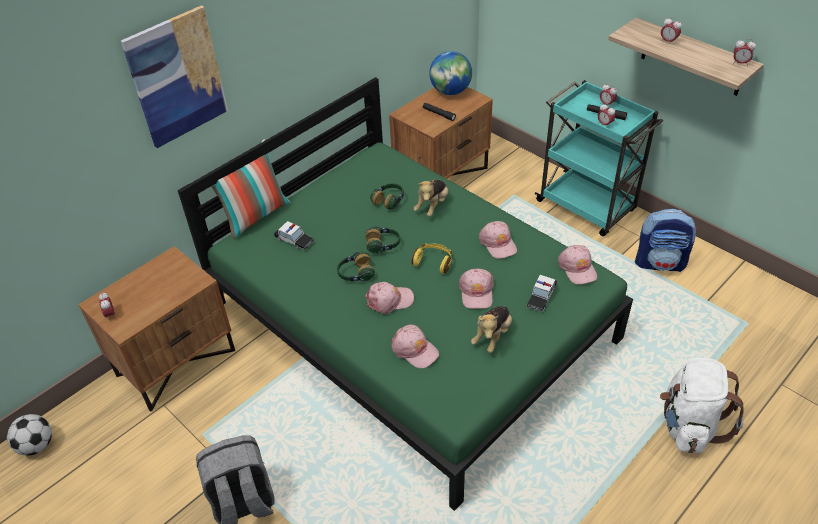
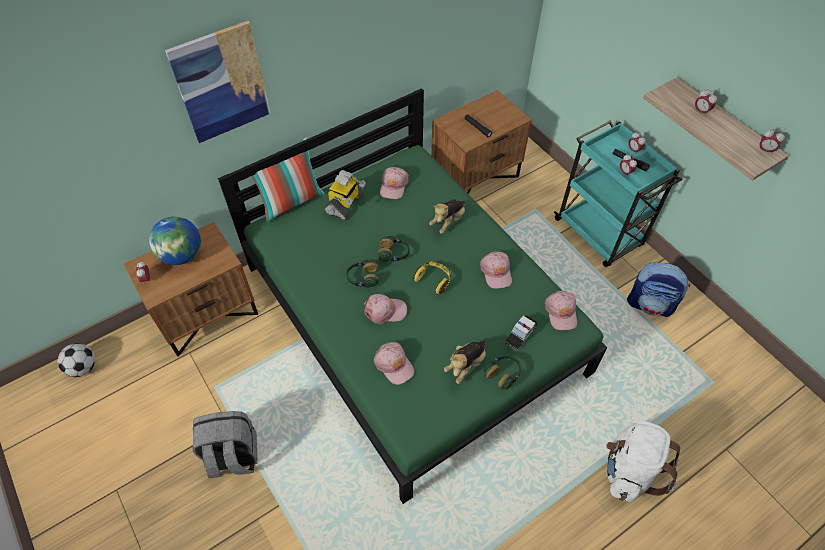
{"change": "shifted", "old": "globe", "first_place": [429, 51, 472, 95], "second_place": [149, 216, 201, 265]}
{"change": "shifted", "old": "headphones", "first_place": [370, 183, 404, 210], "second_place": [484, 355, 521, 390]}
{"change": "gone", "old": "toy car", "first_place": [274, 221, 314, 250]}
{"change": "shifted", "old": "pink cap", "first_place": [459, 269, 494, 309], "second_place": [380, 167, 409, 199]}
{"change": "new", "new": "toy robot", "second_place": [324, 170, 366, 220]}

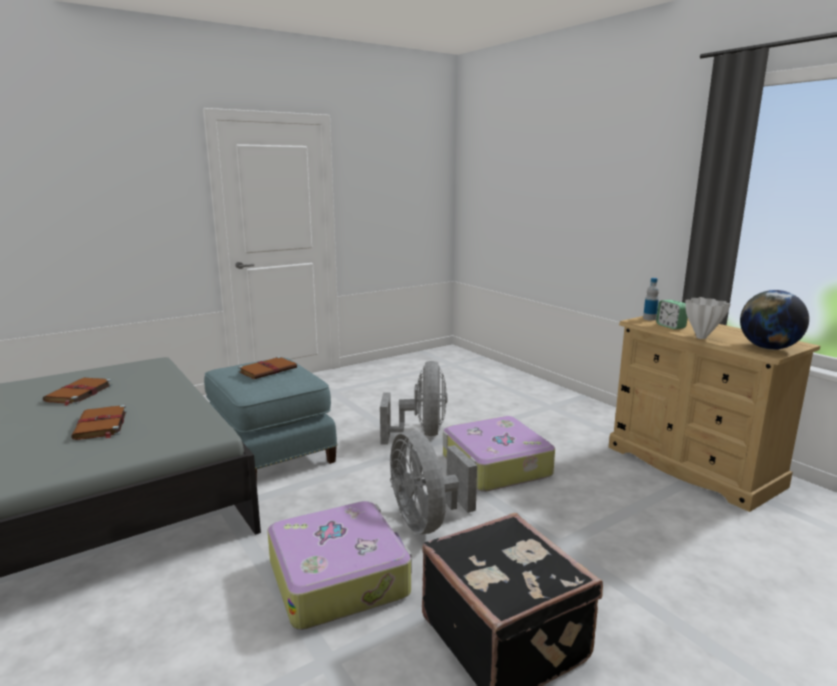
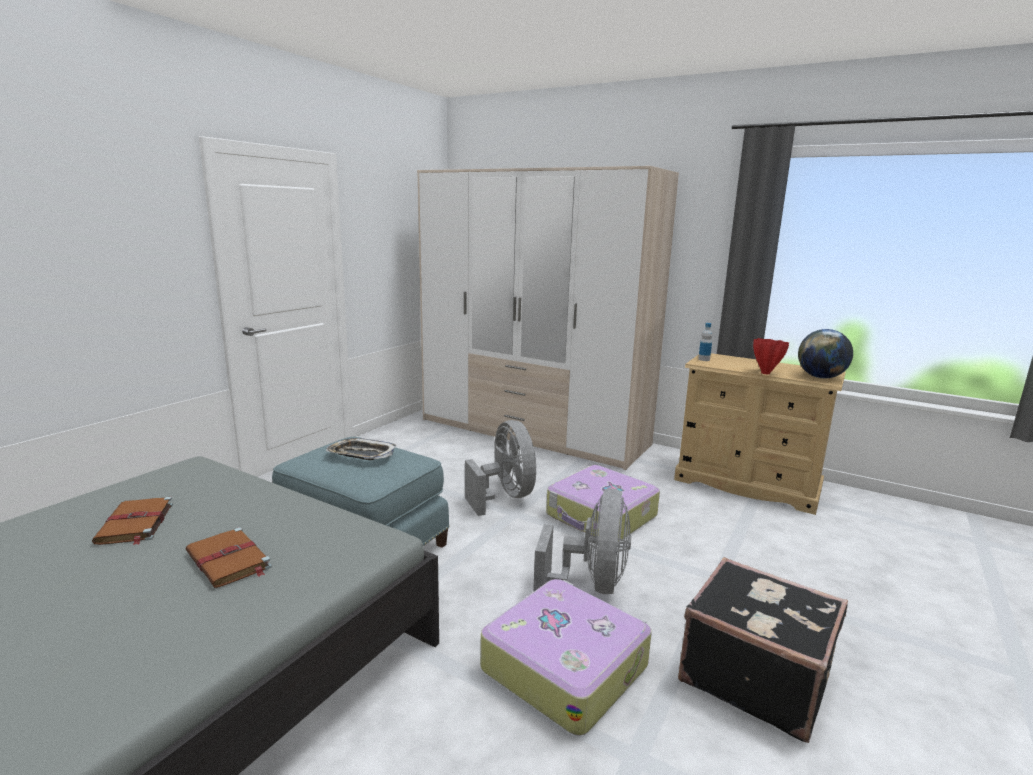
{"change": "repainted", "old": "white vase", "new": "red vase", "first_place": [686, 297, 731, 339], "second_place": [753, 338, 789, 374]}
{"change": "gone", "old": "alarm clock", "first_place": [656, 300, 688, 329]}
{"change": "swapped", "old": "brown book", "new": "tray", "first_place": [238, 356, 297, 379], "second_place": [326, 438, 396, 460]}
{"change": "rotated", "old": "grey fan", "first_place": [390, 430, 477, 534], "second_place": [533, 488, 631, 594], "degrees": -120}
{"change": "new", "new": "wardrobe", "second_place": [417, 166, 679, 470]}

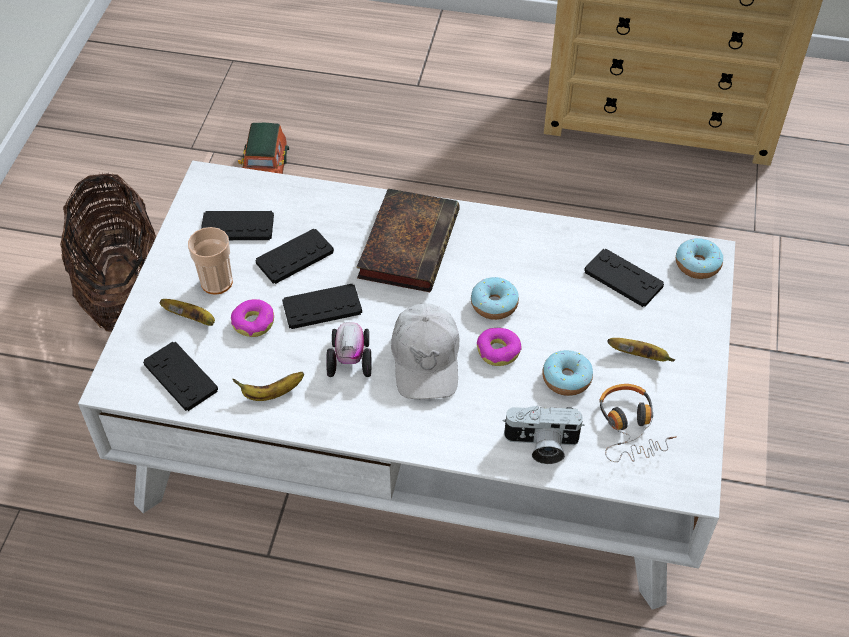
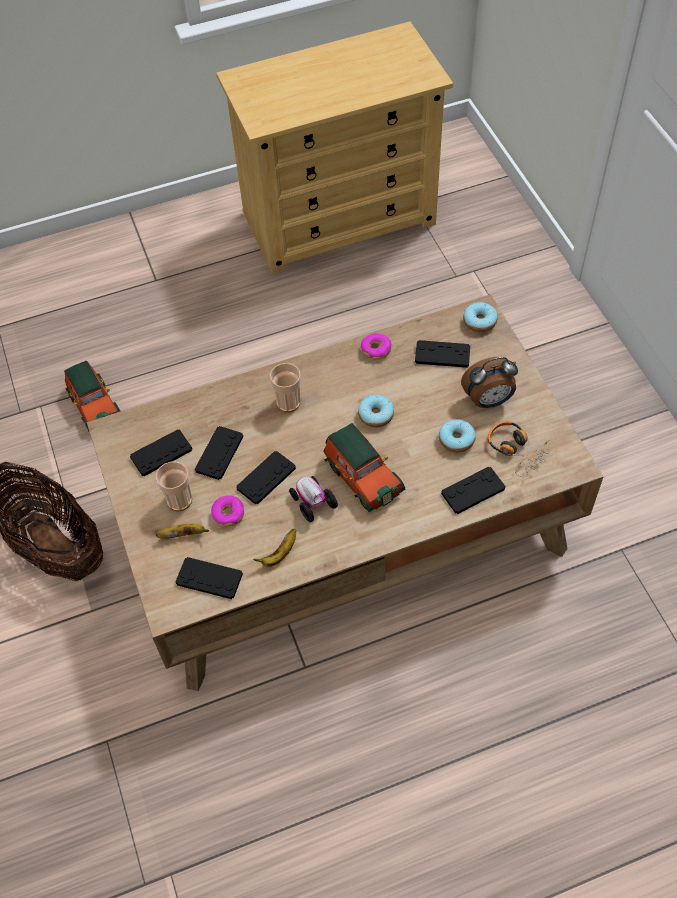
{"change": "repainted", "old": "white coffee table", "new": "brown coffee table", "first_place": [78, 161, 735, 610], "second_place": [87, 294, 604, 691]}
{"change": "swapped", "old": "book", "new": "cup", "first_place": [357, 189, 460, 292], "second_place": [270, 363, 301, 413]}
{"change": "swapped", "old": "white cap", "new": "toy car", "first_place": [391, 303, 459, 399], "second_place": [324, 423, 406, 512]}
{"change": "shifted", "old": "donut", "first_place": [477, 328, 522, 366], "second_place": [361, 333, 391, 360]}
{"change": "swapped", "old": "banana", "new": "alarm clock", "first_place": [608, 338, 675, 362], "second_place": [461, 357, 518, 408]}
{"change": "swapped", "old": "photo camera", "new": "black game controller", "first_place": [502, 406, 584, 464], "second_place": [441, 467, 505, 514]}

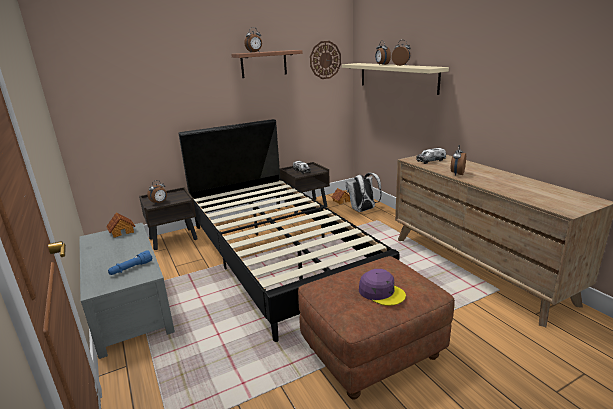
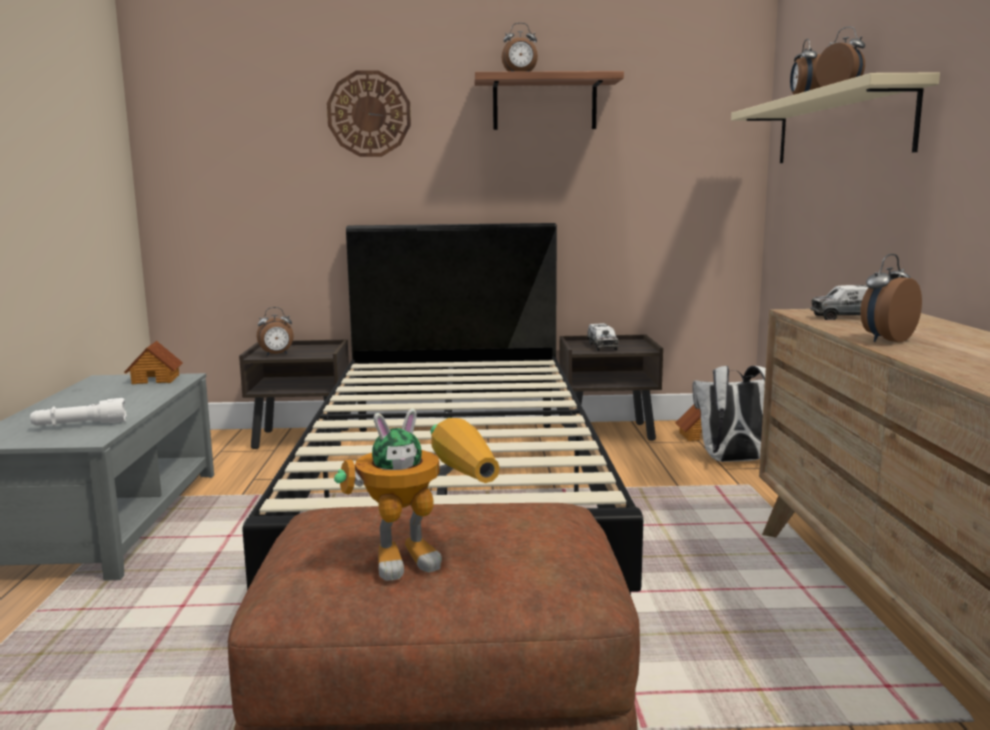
{"change": "shifted", "old": "wall clock", "first_place": [310, 41, 341, 79], "second_place": [327, 70, 411, 157]}
{"change": "repainted", "old": "blue flashlight", "new": "white flashlight", "first_place": [108, 250, 152, 275], "second_place": [30, 398, 126, 427]}
{"change": "swapped", "old": "purple cap", "new": "toy robot", "first_place": [359, 269, 406, 306], "second_place": [334, 409, 500, 581]}

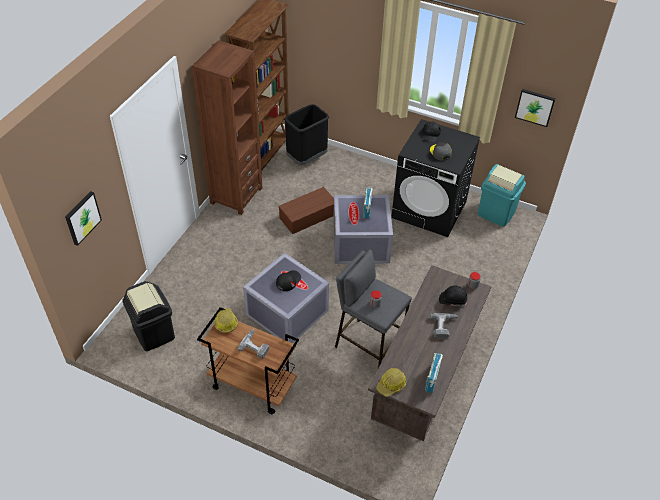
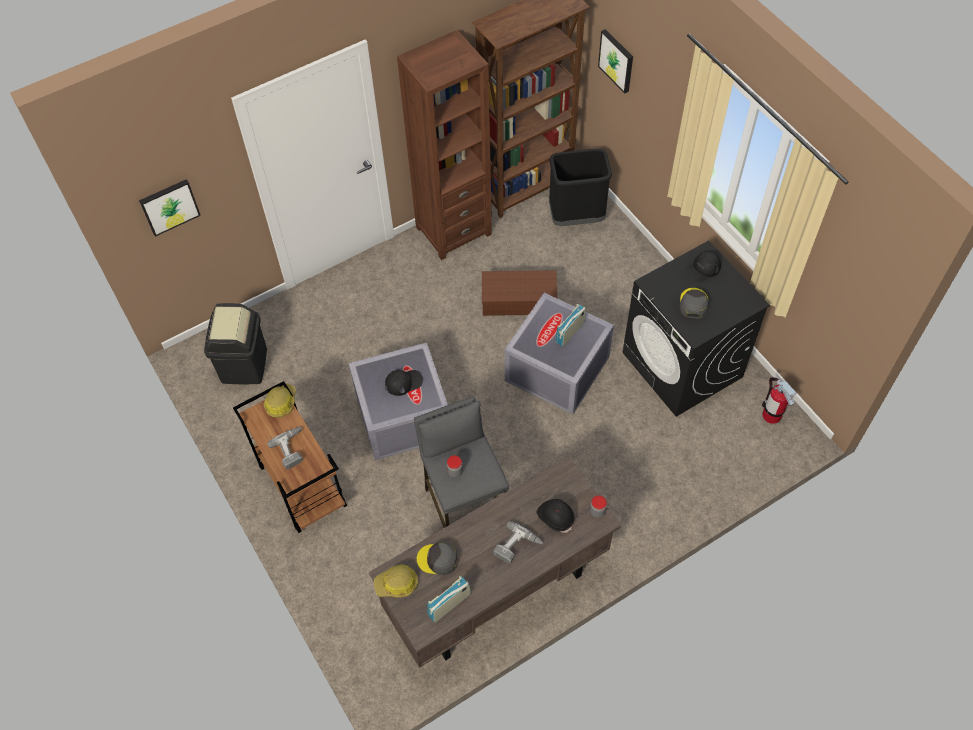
{"change": "shifted", "old": "picture", "first_place": [515, 89, 556, 127], "second_place": [598, 29, 633, 93]}
{"change": "swapped", "old": "turquoise trash can", "new": "fire extinguisher", "first_place": [478, 164, 526, 227], "second_place": [762, 377, 797, 424]}
{"change": "new", "new": "grey cap", "second_place": [417, 542, 458, 575]}

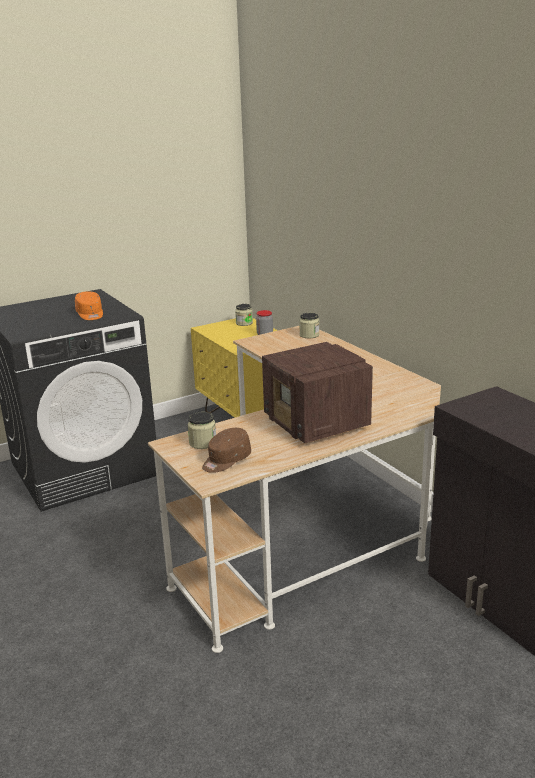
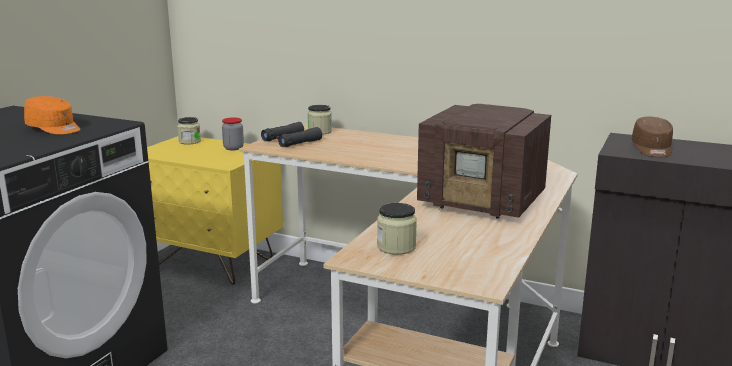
{"change": "shifted", "old": "brown cap", "first_place": [202, 428, 251, 473], "second_place": [632, 117, 673, 157]}
{"change": "new", "new": "black binoculars", "second_place": [261, 122, 322, 147]}

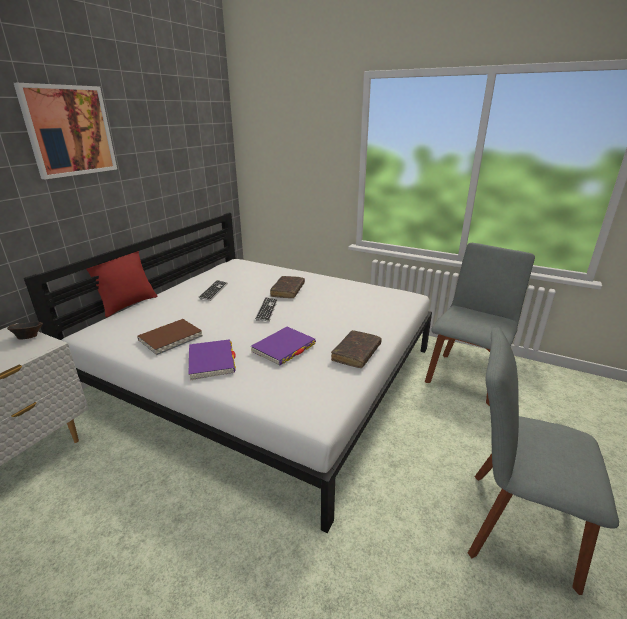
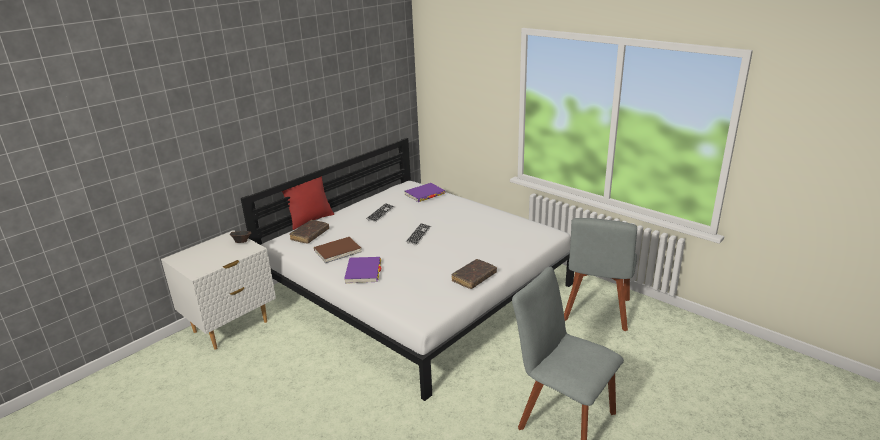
{"change": "gone", "old": "picture", "first_place": [14, 83, 117, 179]}
{"change": "rotated", "old": "grey chair", "first_place": [425, 243, 535, 406], "second_place": [564, 218, 637, 331], "degrees": 150}
{"change": "shifted", "old": "brown book", "first_place": [270, 276, 305, 298], "second_place": [289, 220, 329, 243]}
{"change": "shifted", "old": "purple book", "first_place": [251, 327, 316, 366], "second_place": [405, 183, 445, 202]}

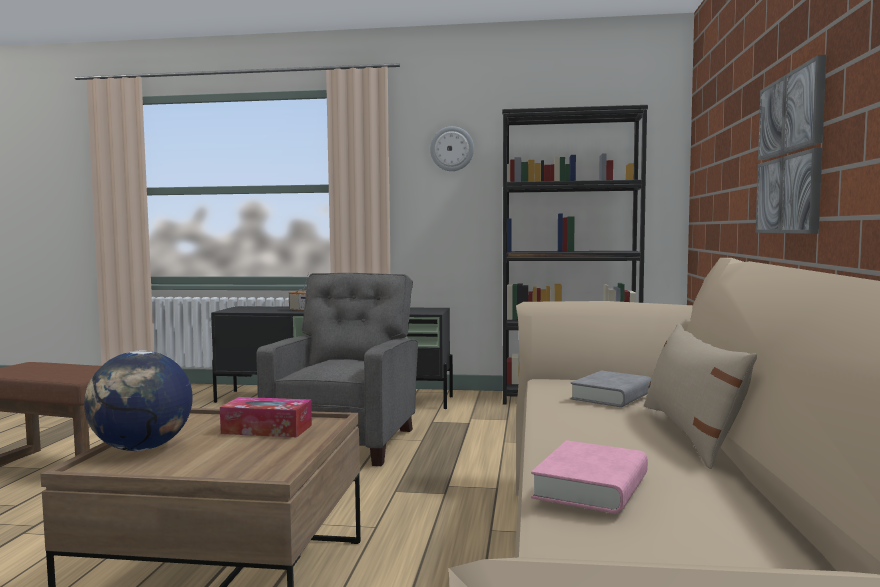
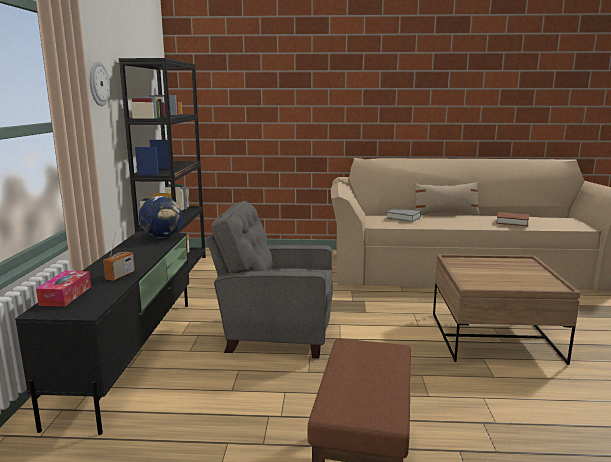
{"change": "gone", "old": "picture", "first_place": [755, 55, 826, 234]}
{"change": "shifted", "old": "globe", "first_place": [84, 350, 193, 451], "second_place": [139, 196, 182, 238]}
{"change": "shifted", "old": "tissue box", "first_place": [220, 397, 312, 437], "second_place": [36, 271, 91, 307]}
{"change": "repainted", "old": "pink book", "new": "brown book", "first_place": [531, 440, 648, 514], "second_place": [496, 212, 529, 226]}

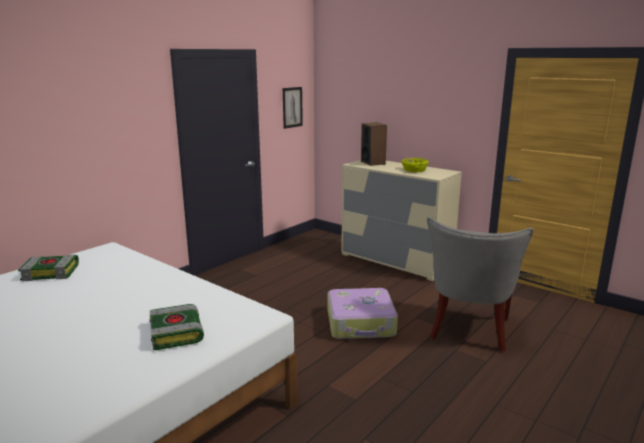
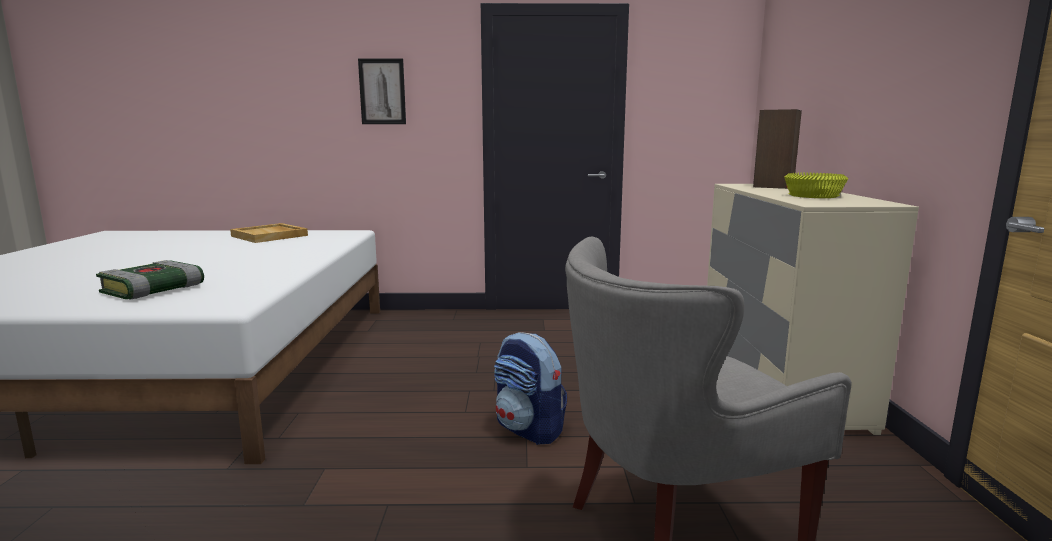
{"change": "shifted", "old": "picture", "first_place": [283, 87, 303, 129], "second_place": [358, 59, 406, 124]}
{"change": "swapped", "old": "book", "new": "beige tray", "first_place": [18, 255, 79, 282], "second_place": [230, 223, 308, 243]}
{"change": "swapped", "old": "suitcase", "new": "backpack", "first_place": [328, 288, 398, 339], "second_place": [494, 332, 567, 445]}

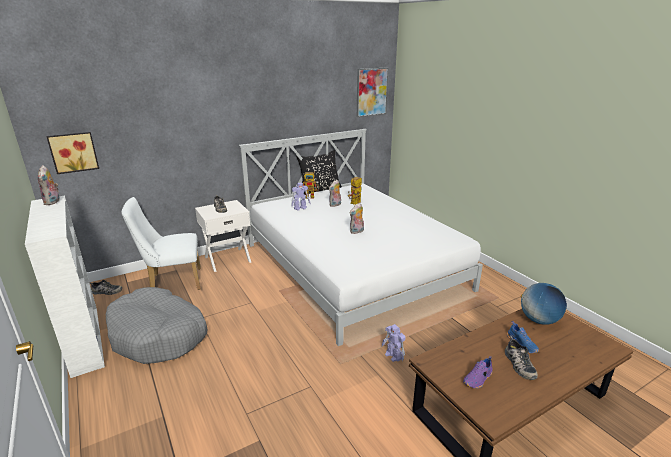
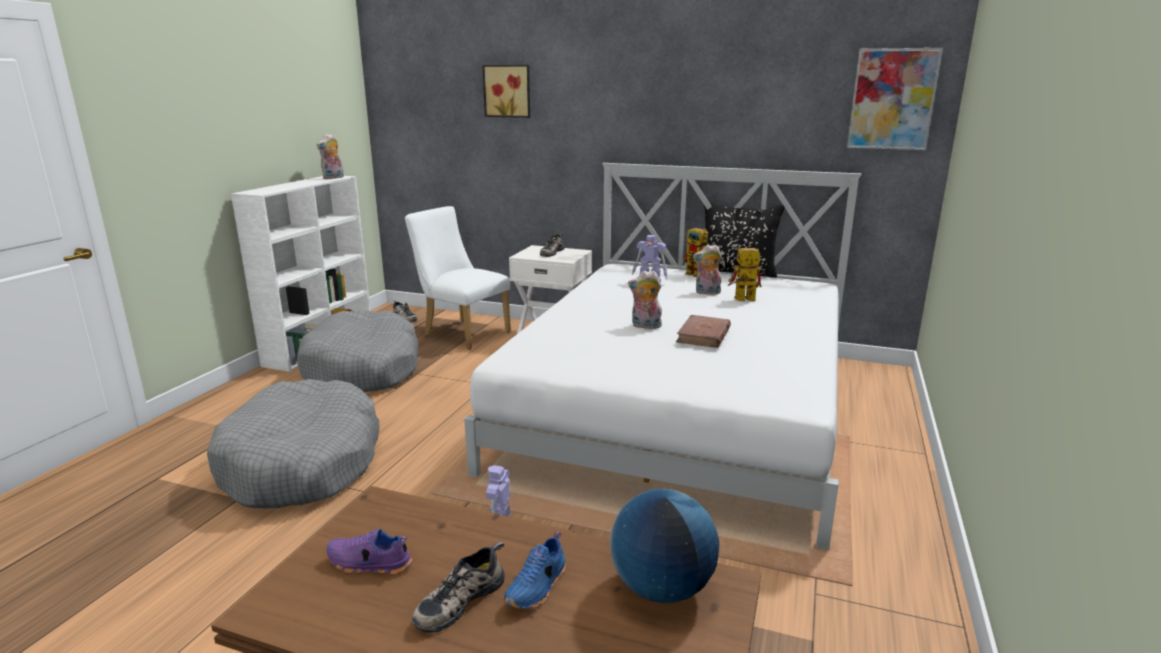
{"change": "shifted", "old": "picture", "first_place": [46, 132, 99, 174], "second_place": [482, 65, 530, 118]}
{"change": "new", "new": "brown book", "second_place": [676, 315, 731, 348]}
{"change": "new", "new": "grey dog bed", "second_place": [207, 379, 379, 508]}

